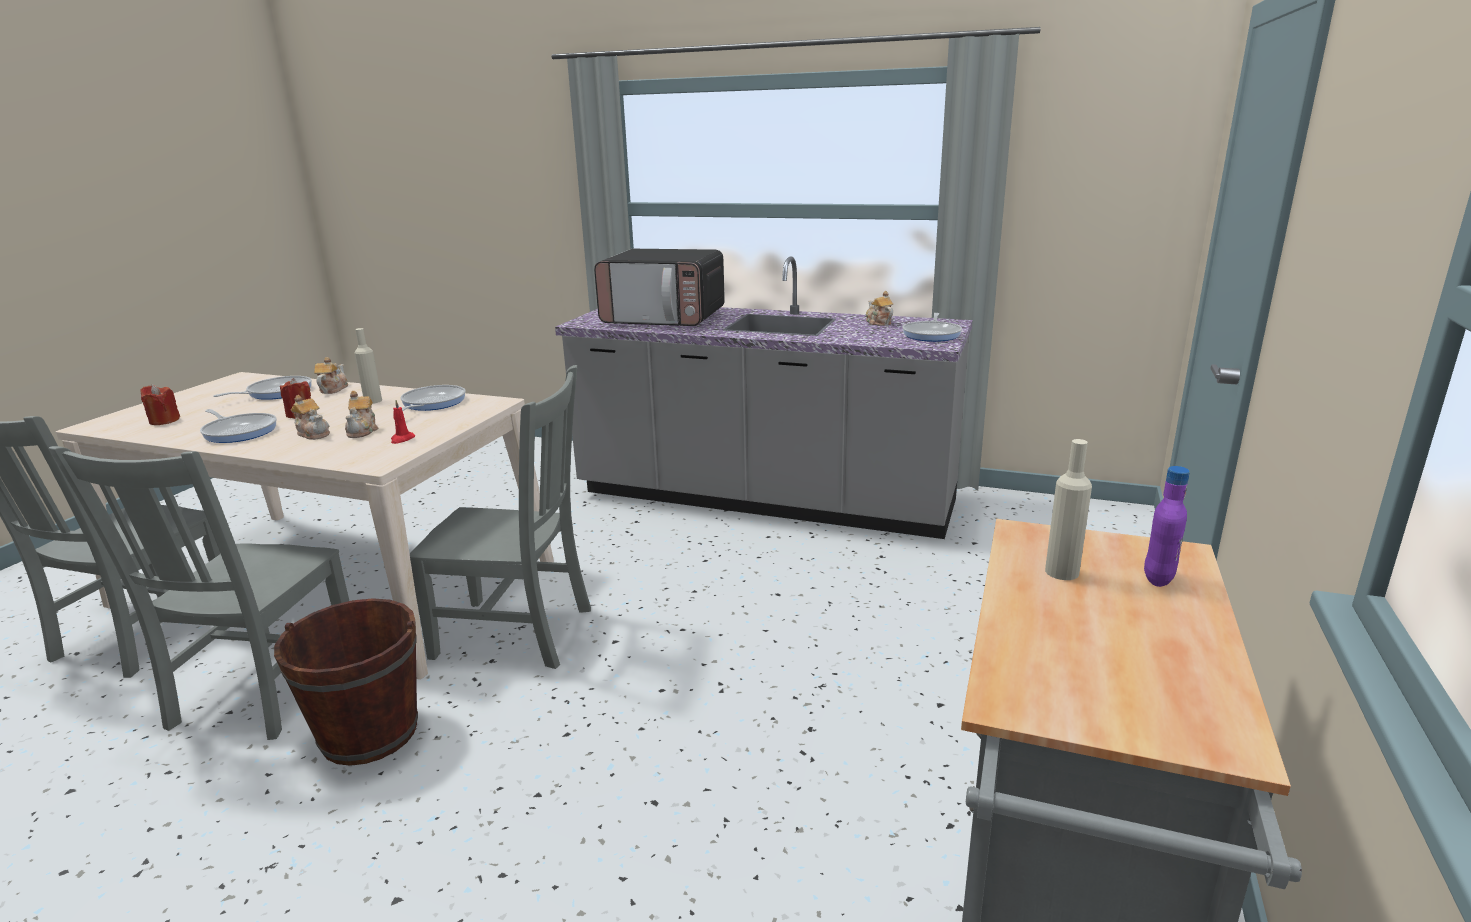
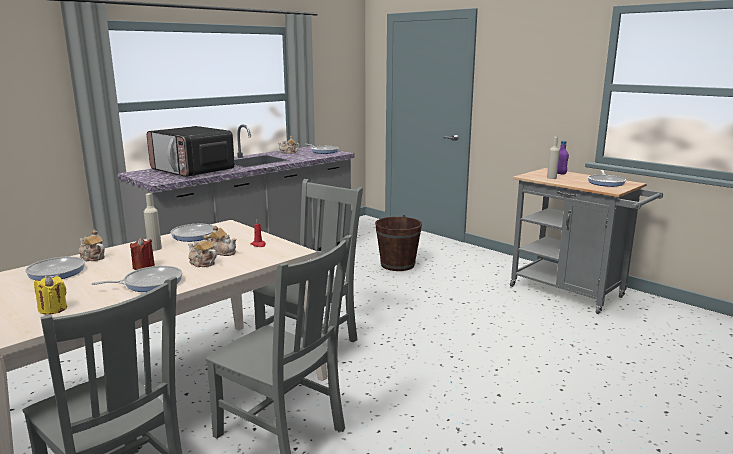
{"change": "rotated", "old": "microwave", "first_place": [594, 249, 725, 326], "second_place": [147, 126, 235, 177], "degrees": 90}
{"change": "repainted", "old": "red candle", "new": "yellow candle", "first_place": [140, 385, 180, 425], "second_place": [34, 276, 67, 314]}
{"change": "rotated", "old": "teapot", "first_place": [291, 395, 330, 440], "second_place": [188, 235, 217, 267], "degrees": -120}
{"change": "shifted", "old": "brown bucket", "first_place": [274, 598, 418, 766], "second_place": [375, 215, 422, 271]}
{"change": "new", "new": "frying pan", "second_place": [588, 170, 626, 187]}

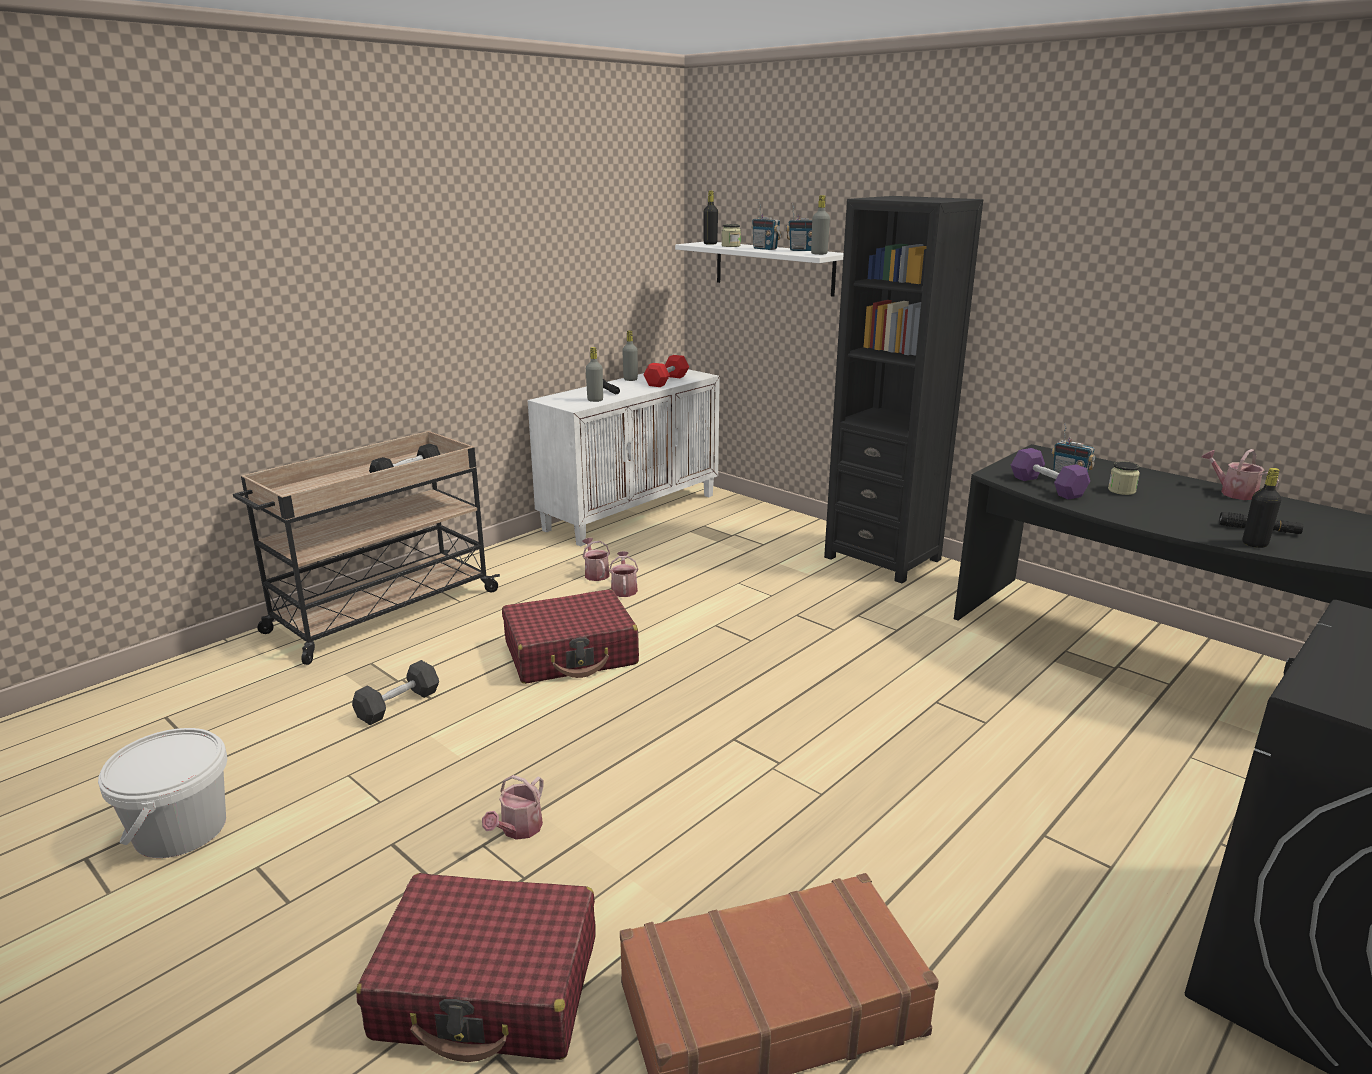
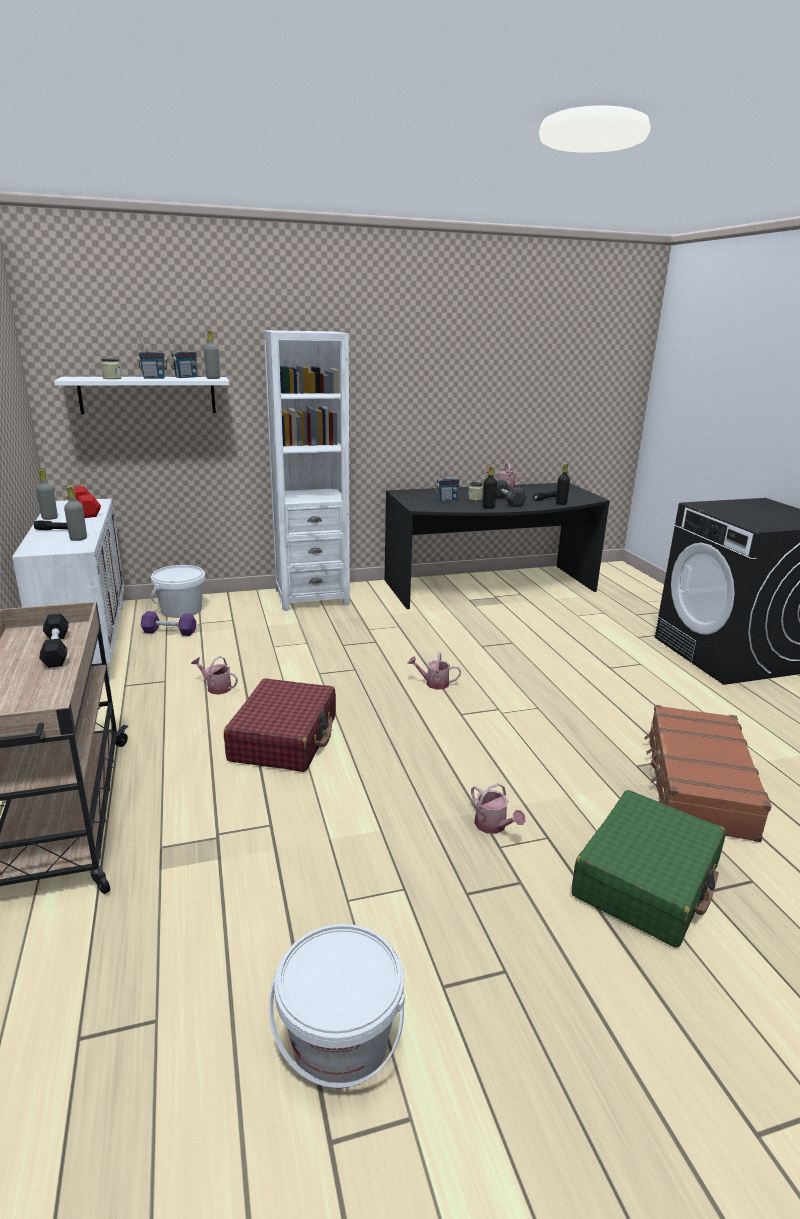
{"change": "shifted", "old": "black bottle", "first_place": [703, 191, 718, 245], "second_place": [483, 466, 497, 509]}
{"change": "repainted", "old": "black bookcase", "new": "white bookcase", "first_place": [824, 196, 983, 583], "second_place": [263, 330, 350, 611]}
{"change": "shifted", "old": "purple dumbbell", "first_place": [1011, 448, 1090, 500], "second_place": [141, 611, 196, 636]}
{"change": "shifted", "old": "watering can", "first_place": [582, 538, 610, 581], "second_place": [408, 652, 461, 690]}
{"change": "shifted", "old": "black dumbbell", "first_place": [352, 660, 439, 725], "second_place": [496, 480, 527, 507]}
{"change": "repainted", "old": "red suitcase", "new": "green suitcase", "first_place": [356, 873, 596, 1062], "second_place": [572, 790, 726, 948]}
{"change": "new", "new": "white bucket", "second_place": [151, 565, 205, 618]}

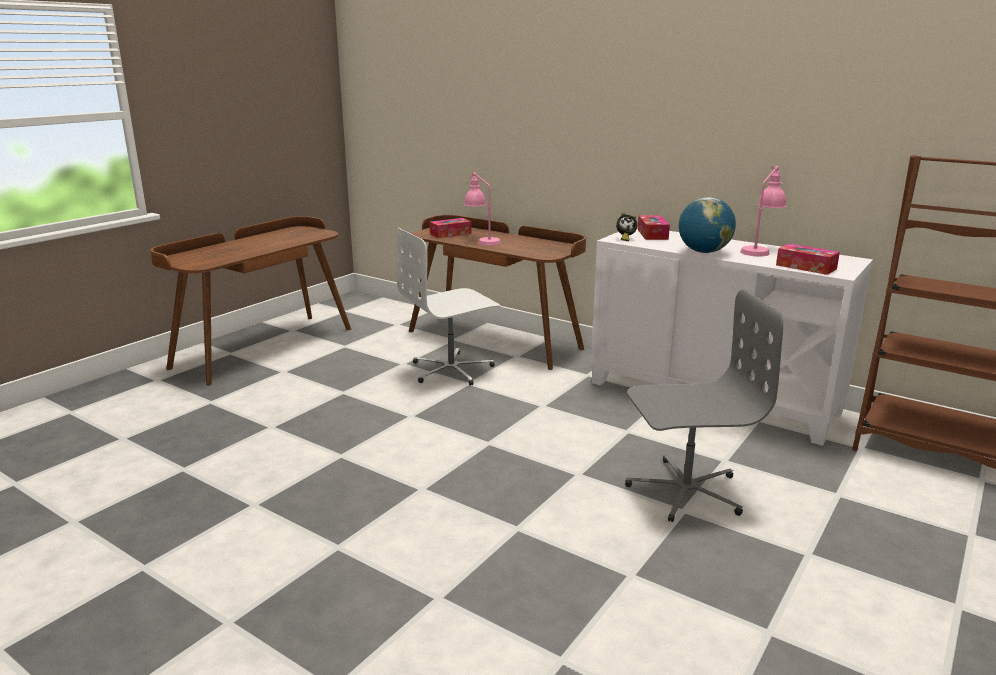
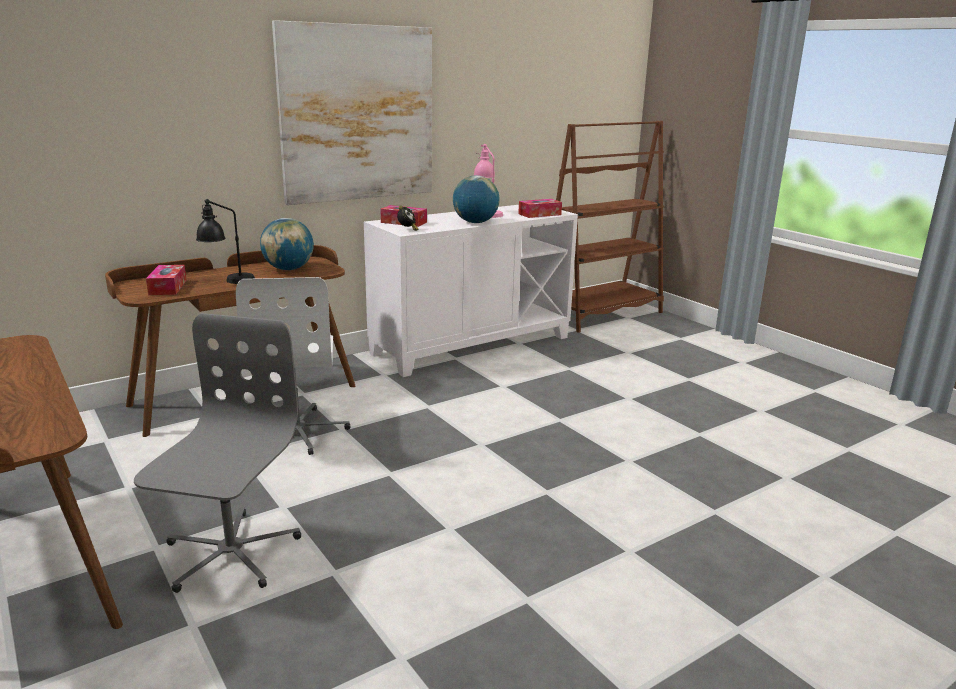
{"change": "repainted", "old": "pink table lamp", "new": "black table lamp", "first_place": [464, 172, 501, 246], "second_place": [196, 199, 255, 284]}
{"change": "shifted", "old": "grey office chair", "first_place": [625, 289, 783, 522], "second_place": [134, 313, 301, 593]}
{"change": "new", "new": "picture", "second_place": [272, 20, 432, 205]}
{"change": "new", "new": "globe", "second_place": [260, 218, 314, 270]}

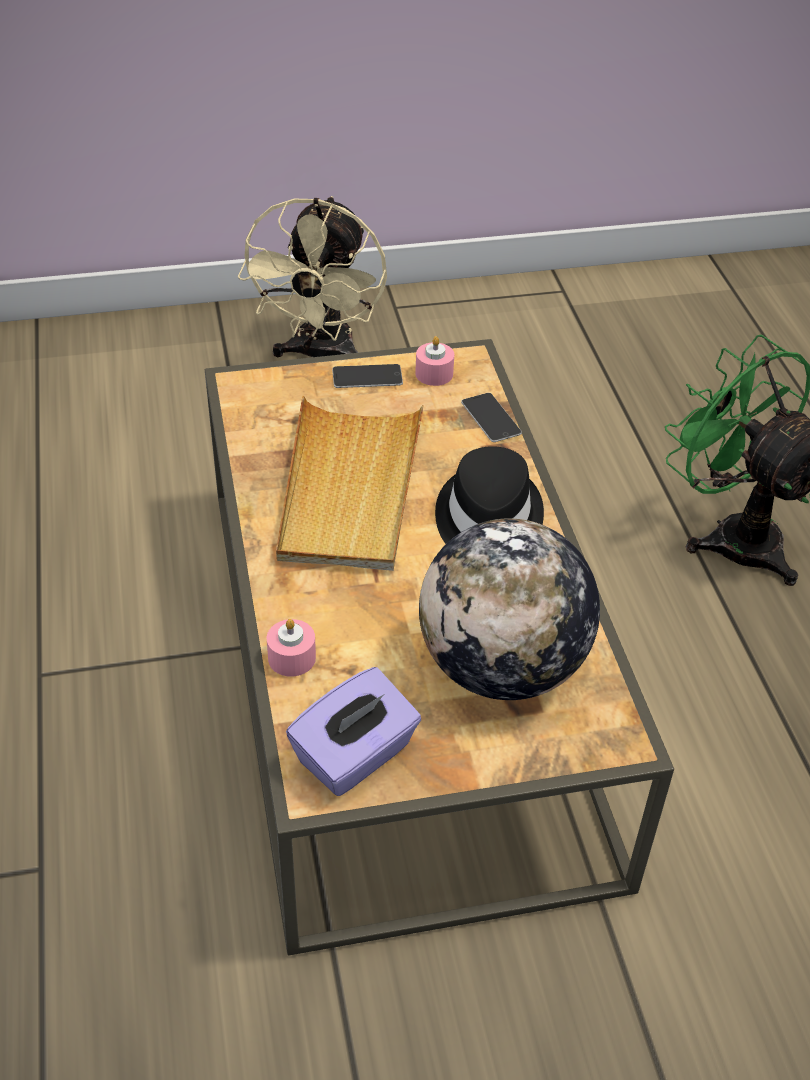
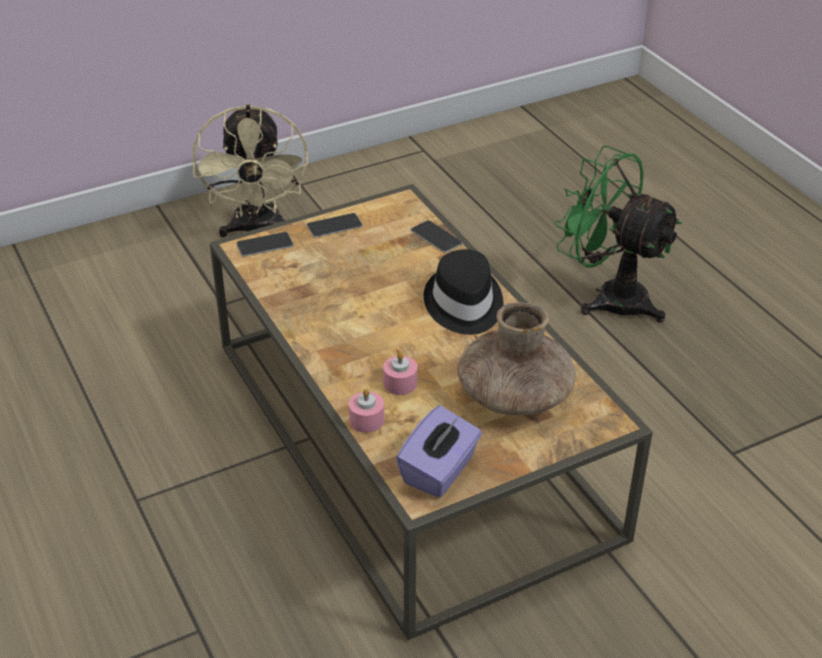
{"change": "shifted", "old": "pink candle", "first_place": [415, 336, 454, 386], "second_place": [383, 352, 417, 395]}
{"change": "gone", "old": "beige tray", "first_place": [276, 396, 424, 571]}
{"change": "swapped", "old": "globe", "new": "brown vase", "first_place": [419, 518, 600, 700], "second_place": [457, 302, 576, 416]}
{"change": "new", "new": "phone", "second_place": [236, 232, 293, 257]}

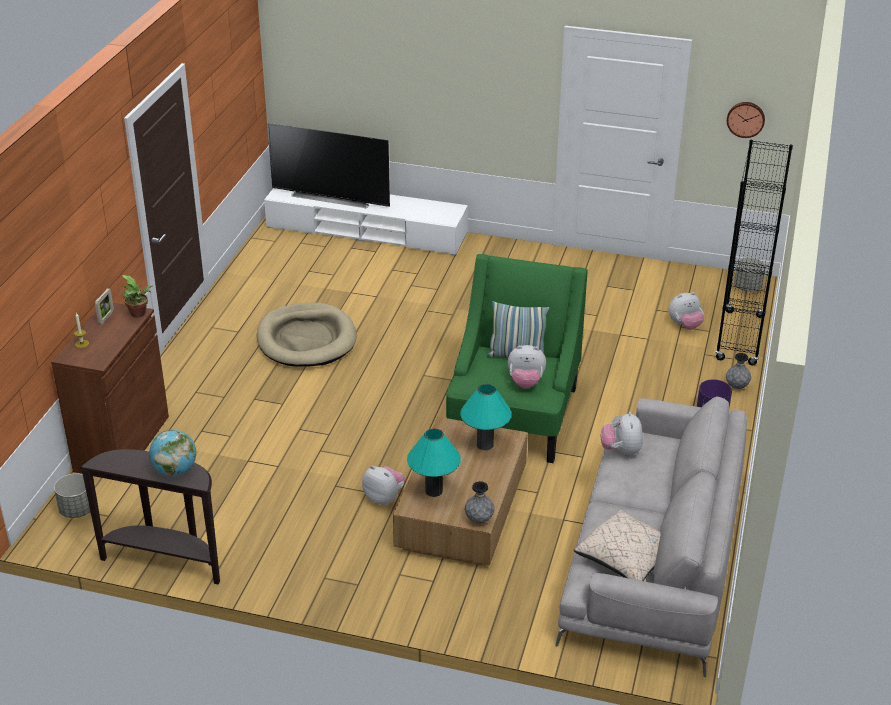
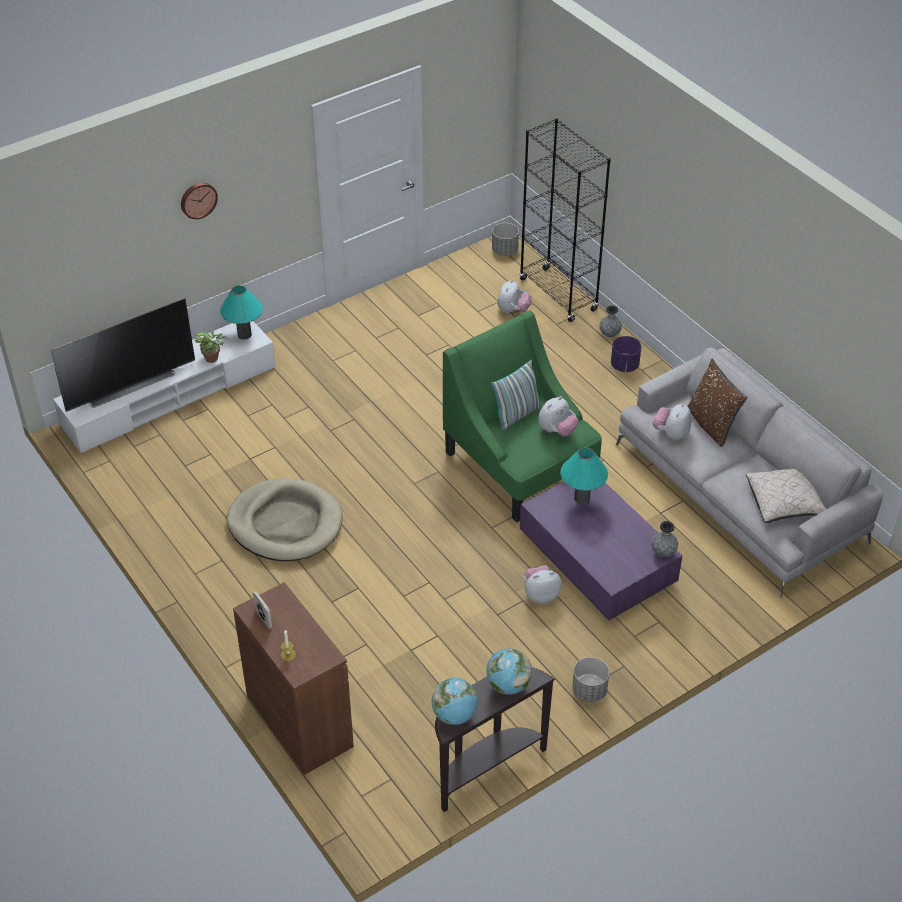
{"change": "shifted", "old": "wall clock", "first_place": [727, 102, 765, 138], "second_place": [181, 183, 218, 219]}
{"change": "shifted", "old": "potted plant", "first_place": [122, 275, 152, 318], "second_place": [194, 331, 227, 363]}
{"change": "rotated", "old": "plush toy", "first_place": [601, 412, 643, 456], "second_place": [652, 403, 691, 440], "degrees": 75}
{"change": "repainted", "old": "brown coffee table", "new": "purple coffee table", "first_place": [393, 417, 528, 566], "second_place": [520, 482, 682, 620]}
{"change": "shifted", "old": "turquoise table lamp", "first_place": [407, 429, 461, 497], "second_place": [220, 285, 263, 340]}
{"change": "shifted", "old": "grey planter", "first_place": [54, 473, 90, 518], "second_place": [572, 657, 609, 702]}
{"change": "new", "new": "brown pillow", "second_place": [688, 359, 747, 447]}
{"change": "new", "new": "globe", "second_place": [432, 678, 478, 725]}

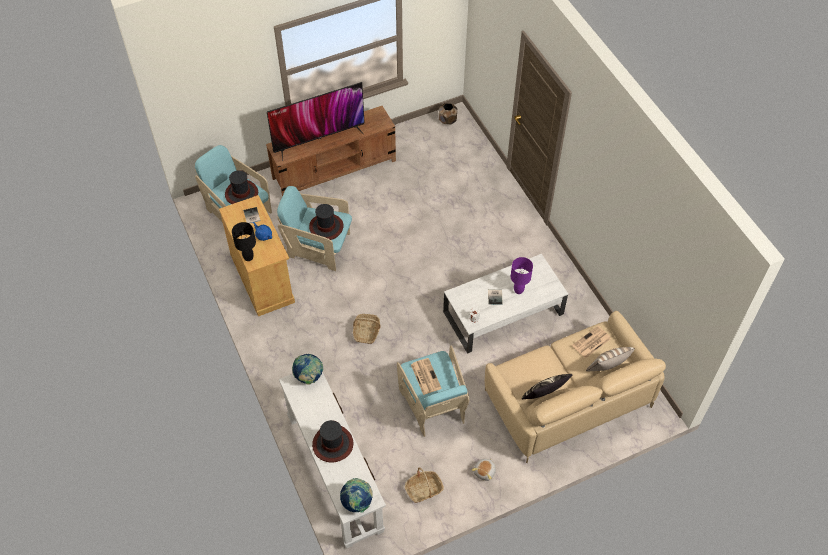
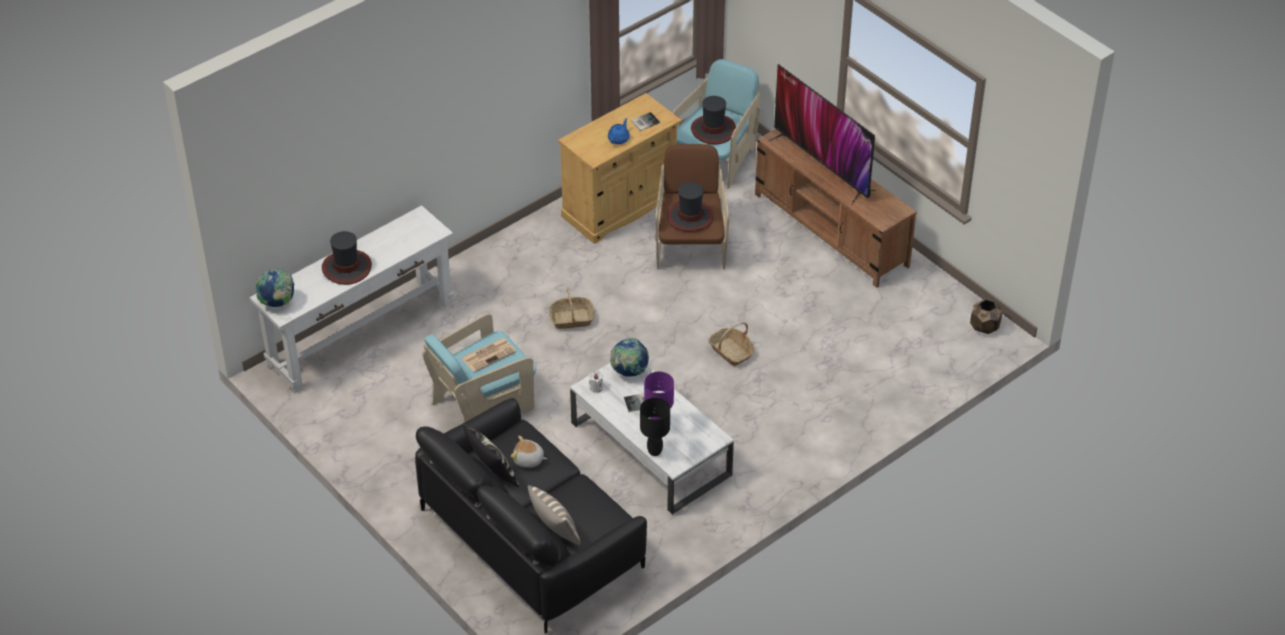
{"change": "repainted", "old": "turquoise armchair", "new": "brown armchair", "first_place": [277, 186, 352, 271], "second_place": [655, 144, 729, 269]}
{"change": "shifted", "old": "black table lamp", "first_place": [232, 222, 256, 261], "second_place": [640, 398, 670, 456]}
{"change": "repainted", "old": "beige sofa", "new": "black sofa", "first_place": [485, 311, 666, 463], "second_place": [415, 398, 647, 634]}
{"change": "gone", "old": "newspaper", "first_place": [572, 326, 611, 358]}
{"change": "shifted", "old": "globe", "first_place": [292, 354, 323, 384], "second_place": [610, 338, 649, 377]}
{"change": "shifted", "old": "plush toy", "first_place": [472, 458, 496, 481], "second_place": [511, 436, 547, 467]}
{"change": "shifted", "old": "basket", "first_place": [405, 467, 444, 503], "second_place": [708, 322, 755, 366]}

